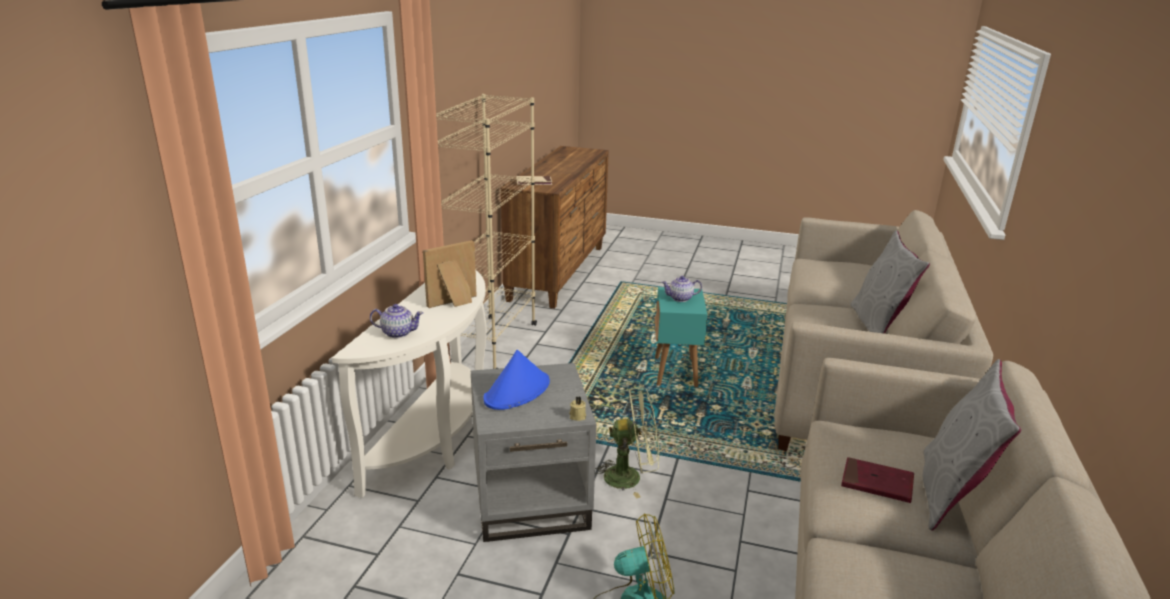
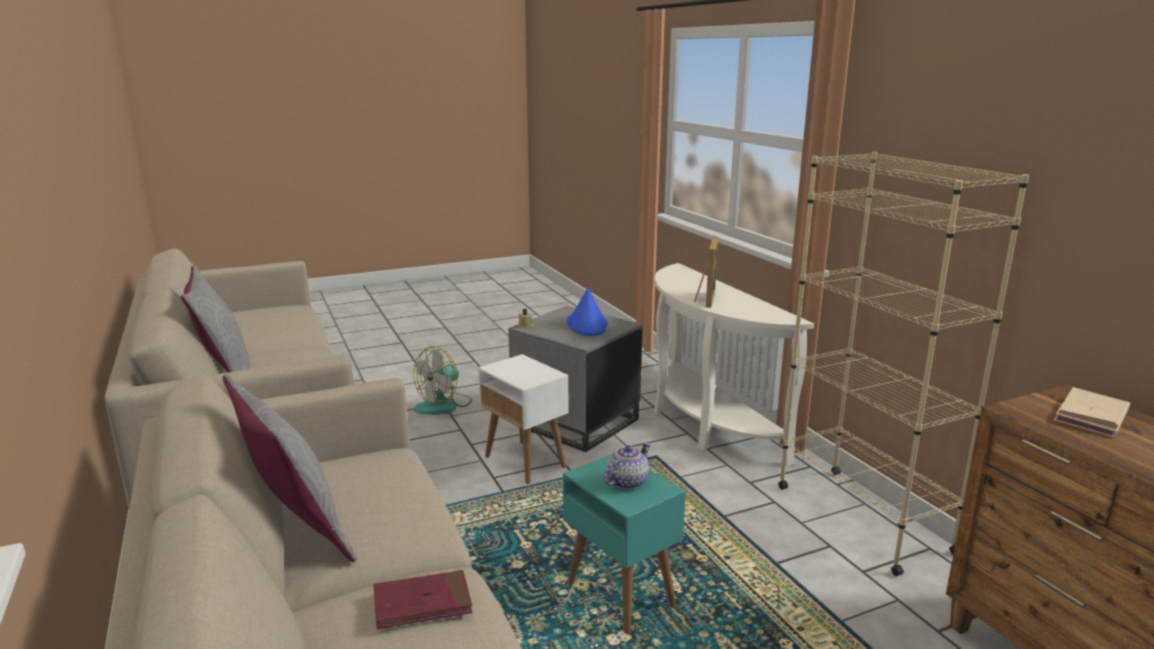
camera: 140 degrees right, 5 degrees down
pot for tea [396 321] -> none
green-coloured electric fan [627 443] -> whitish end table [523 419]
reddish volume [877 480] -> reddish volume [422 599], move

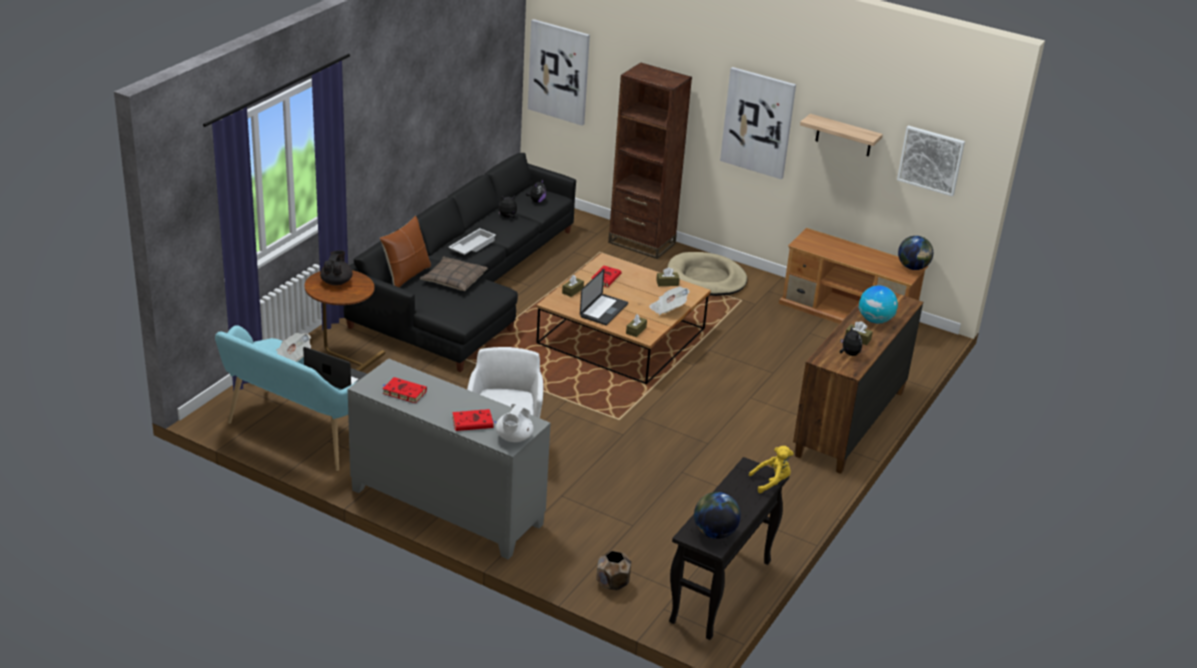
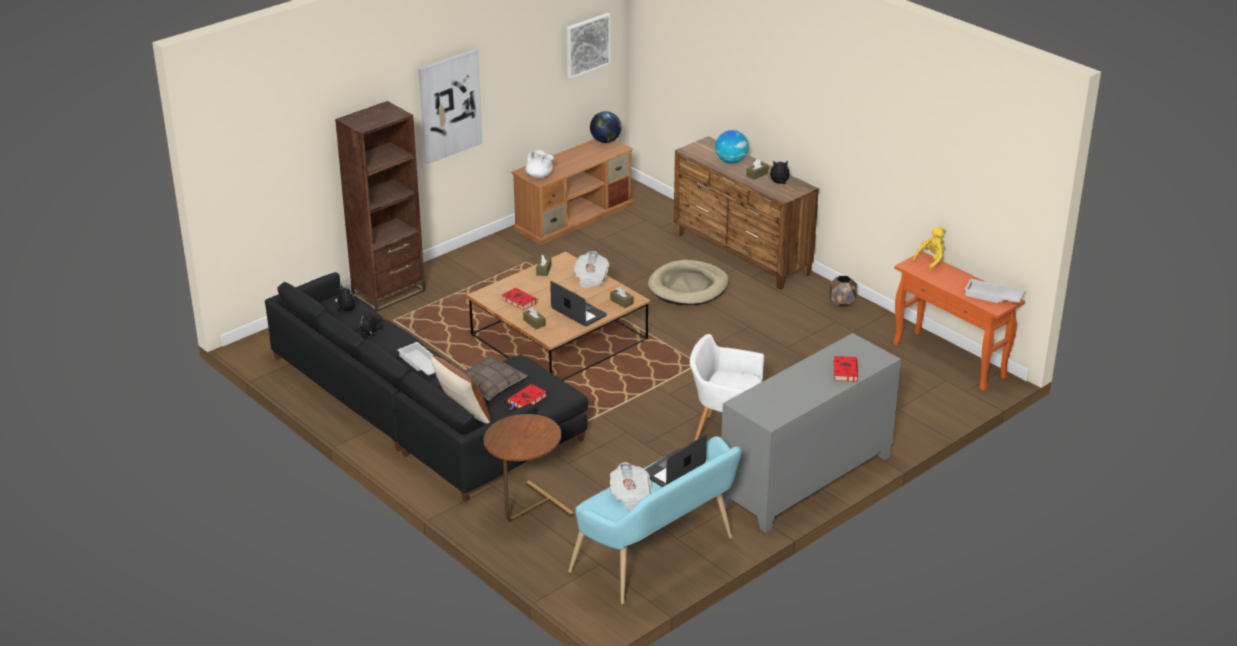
camera: 70 degrees left, 0 degrees up
picture [559 72] -> none
wall shelf [841 135] -> none
black-coloured pot for tea [336 268] -> none
sand-coloured pet bed [707 274] -> sand-coloured pet bed [688 282], move
reddish volume [405 390] -> reddish volume [527 397], move
whitish pot for tea [515 422] -> whitish pot for tea [539 164], move
yellow cuddly toy [771 469] -> yellow cuddly toy [929 248], 45 degrees clockwise
black-coloured console table [729 548] -> orange-coloured console table [959 321]
globe [717 515] -> whitish carrying tray [995 291]
brown flower pot [613 570] -> brown flower pot [843 291], move

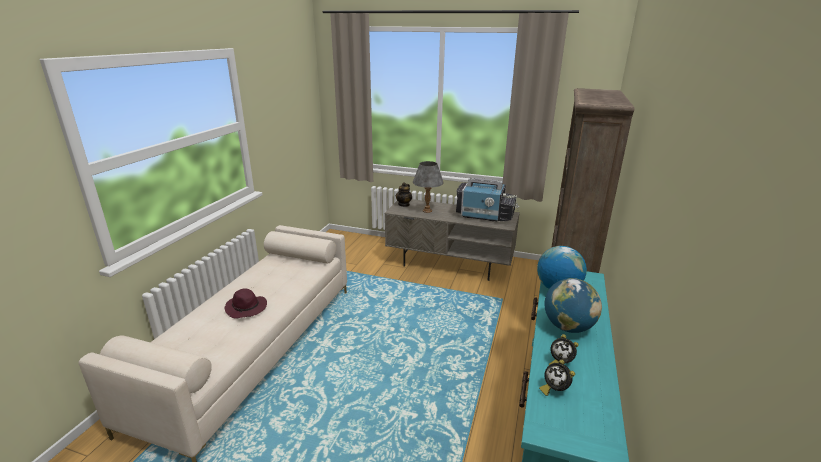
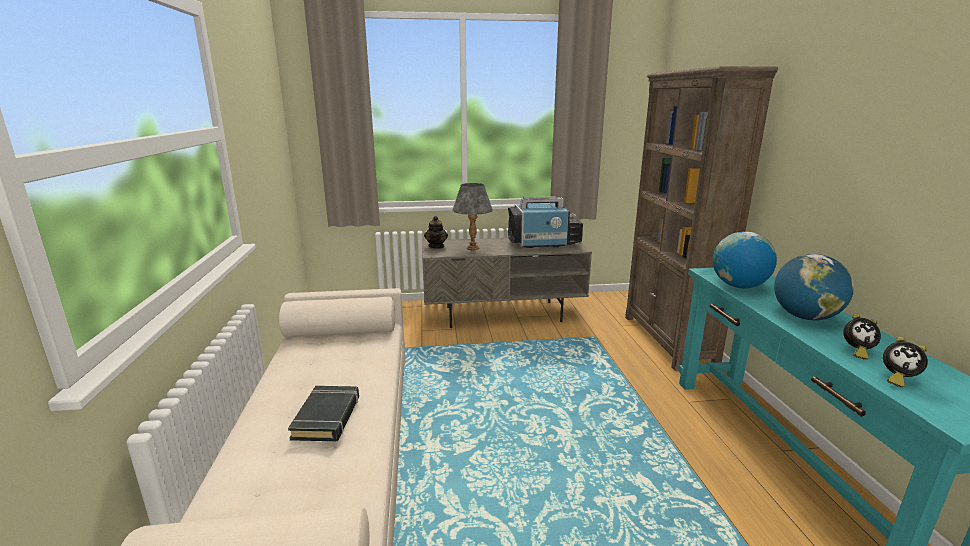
camera: 25 degrees left, 5 degrees down
purple wearable hat [246 303] -> black-coloured volume [323 413]

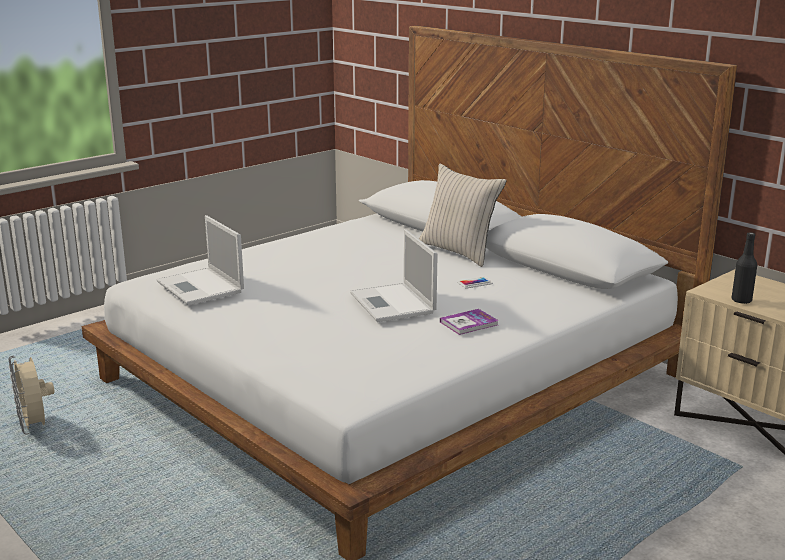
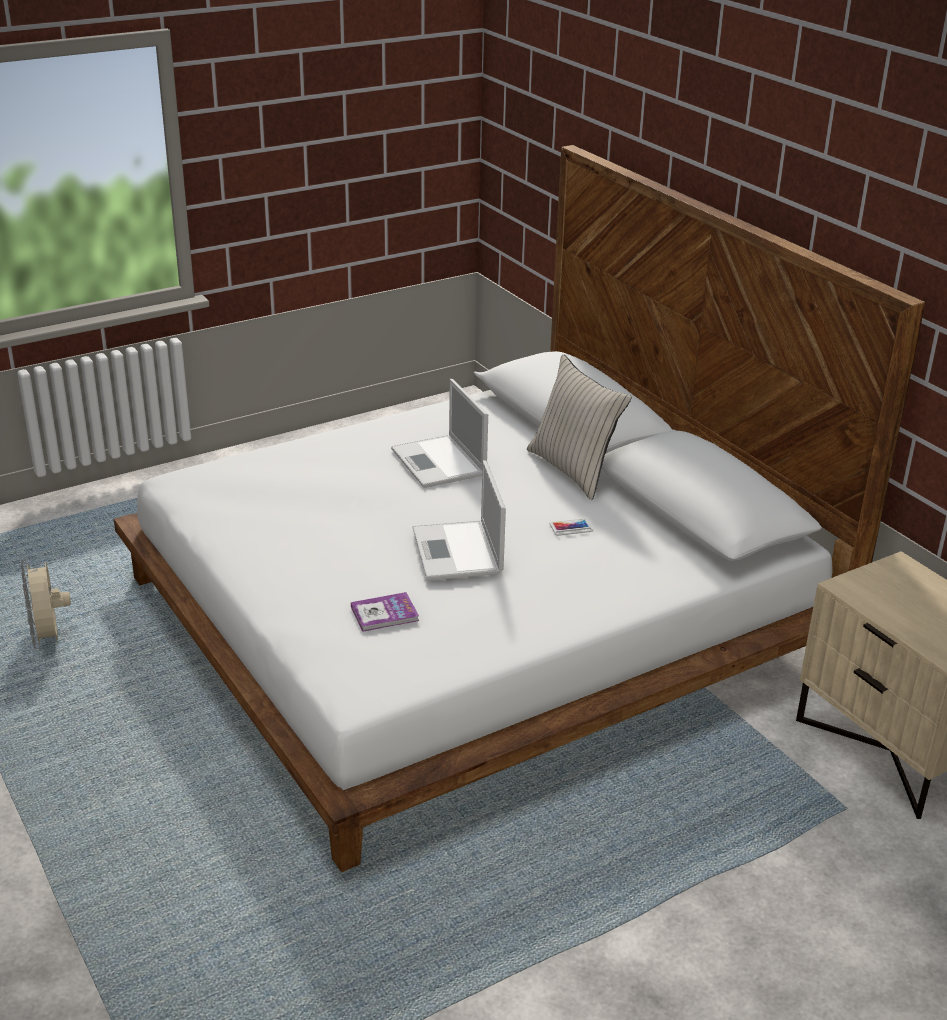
camera: 10 degrees right, 10 degrees up
laptop [200 260] -> laptop [439 433], move
black-coloured drink bottle [744 268] -> none
volume [469 322] -> volume [385 612], move

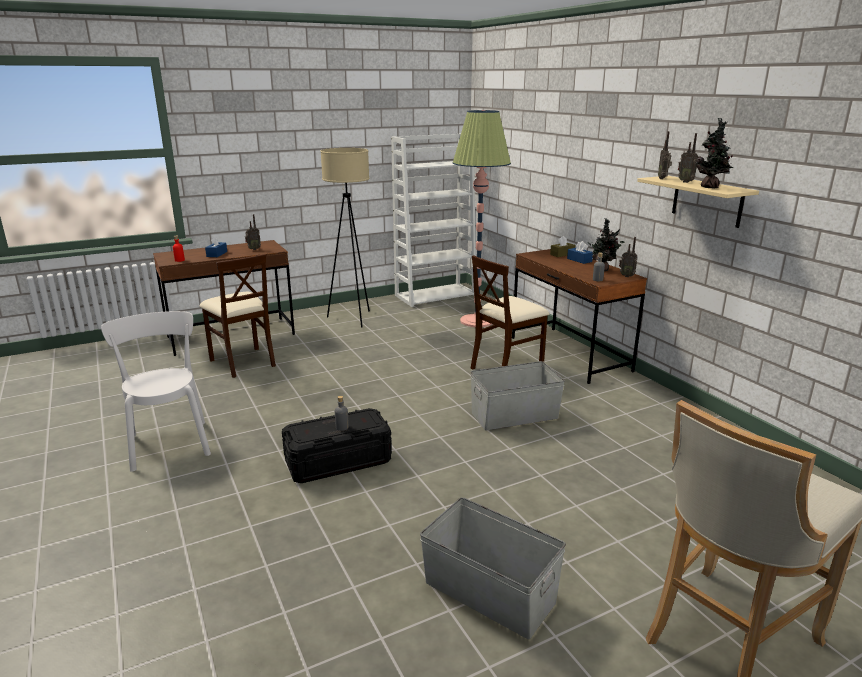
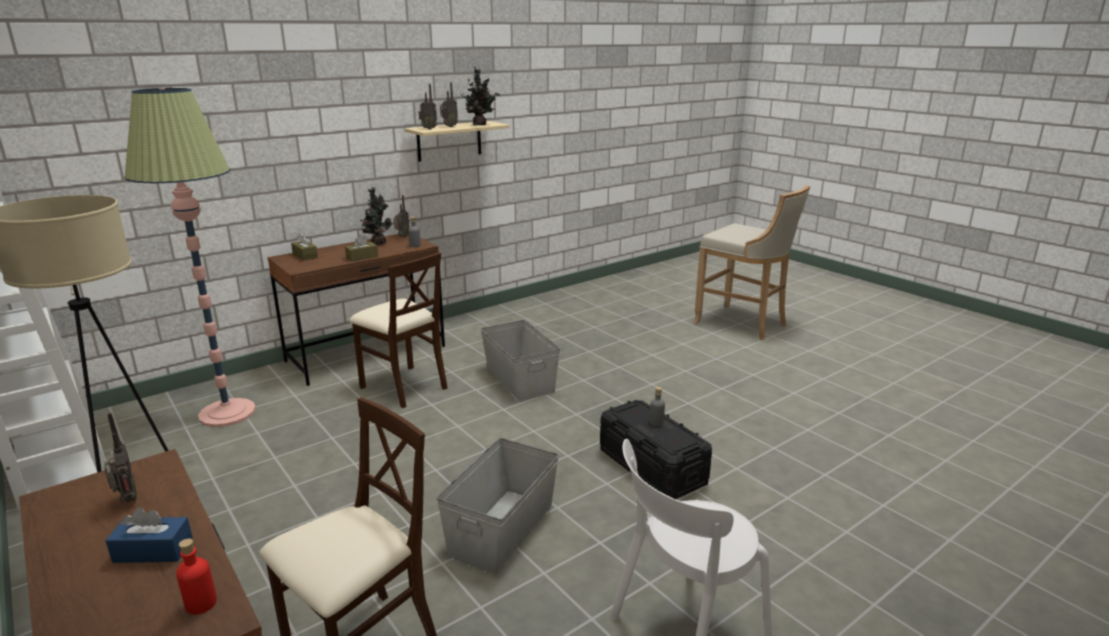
camera: 100 degrees left, 0 degrees up
blue tissue holder [580 252] -> none
greyish storage box [493 568] -> greyish storage box [497 506], move
none -> brown tissue holder [361 248]

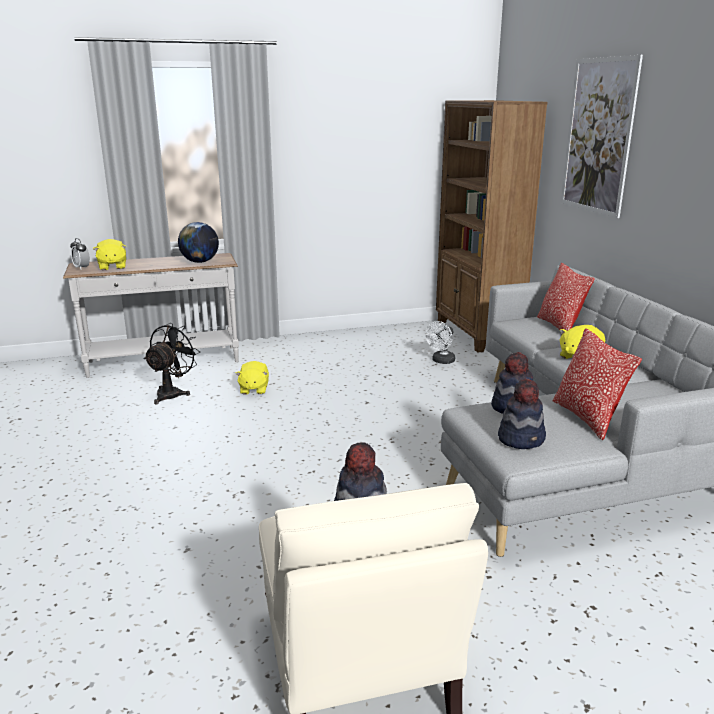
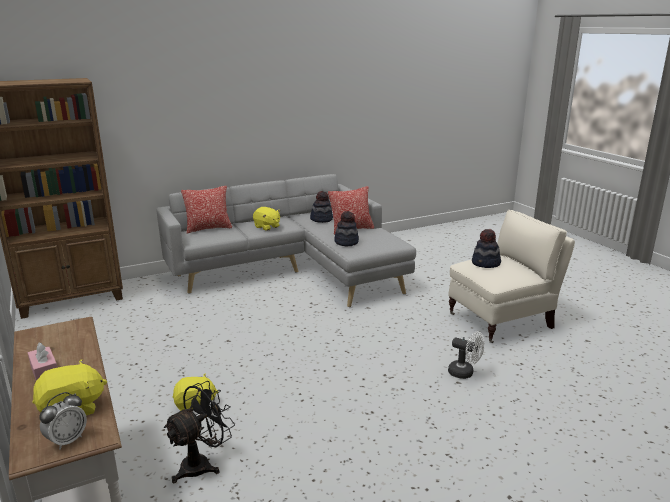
camera: 100 degrees left, 0 degrees up
picture [602 136] -> none
globe [198 242] -> none
whitish electric fan [440 342] -> whitish electric fan [466 355], move
black-coloured electric fan [172 364] -> black-coloured electric fan [199 432], 120 degrees clockwise
wearable hat [522 413] -> wearable hat [321 207], move
none -> pink-coloured tissue holder [42 362]

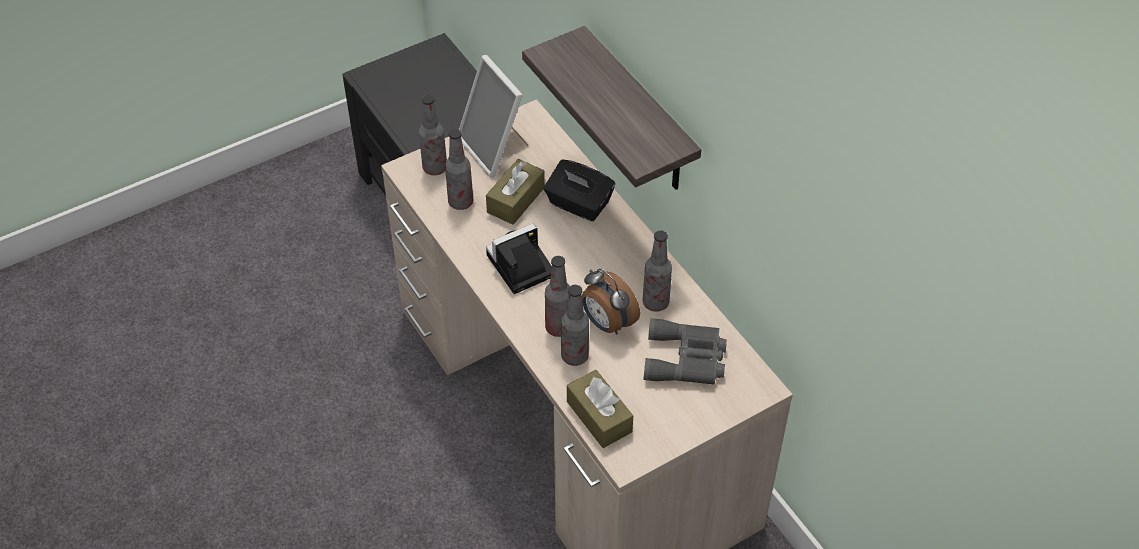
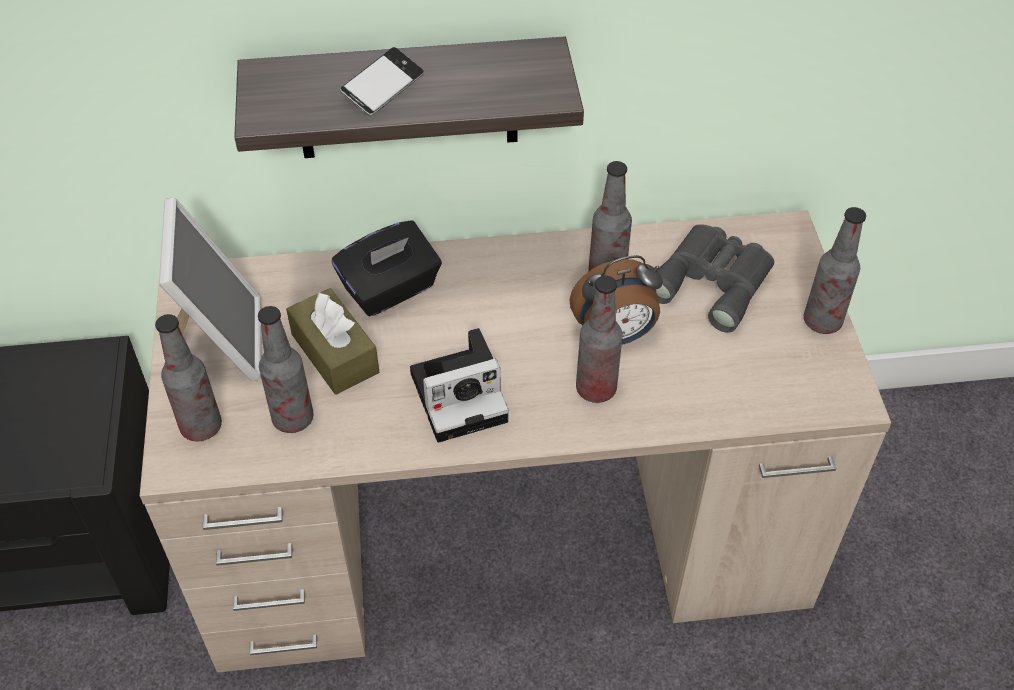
camera: 65 degrees left, 0 degrees up
picture frame [494 116] -> picture frame [210 289], 90 degrees counterclockwise
photo camera [519 259] -> photo camera [459 385], 105 degrees counterclockwise
drink bottle [575 325] -> drink bottle [835 270], move
brown tissue holder [600 409] -> none
none -> telephone [382 81]

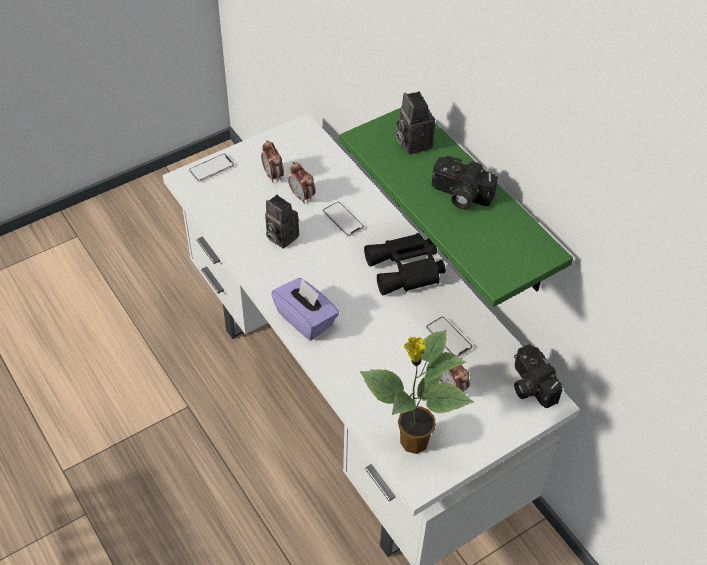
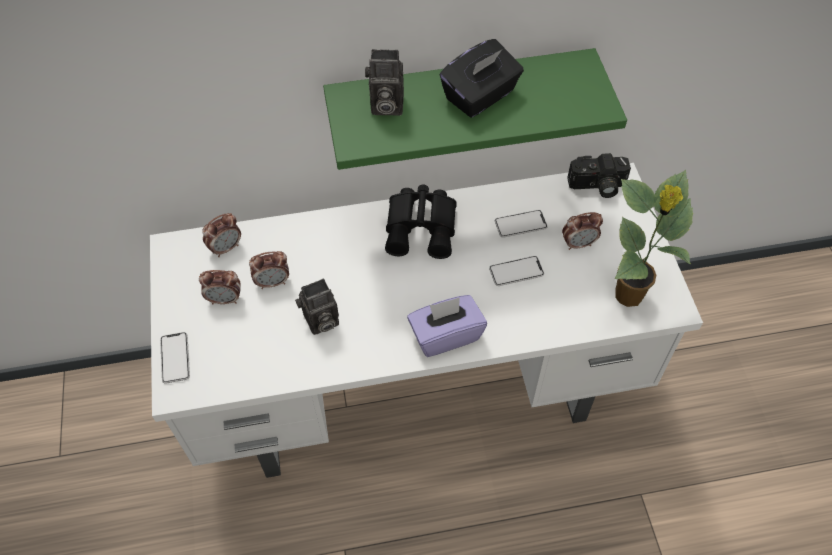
camera: 65 degrees left, 5 degrees up
photo camera [465 182] -> black-coloured tissue holder [482 78]
telephone [343 219] -> telephone [516 271], move
none -> table clock [221 235]

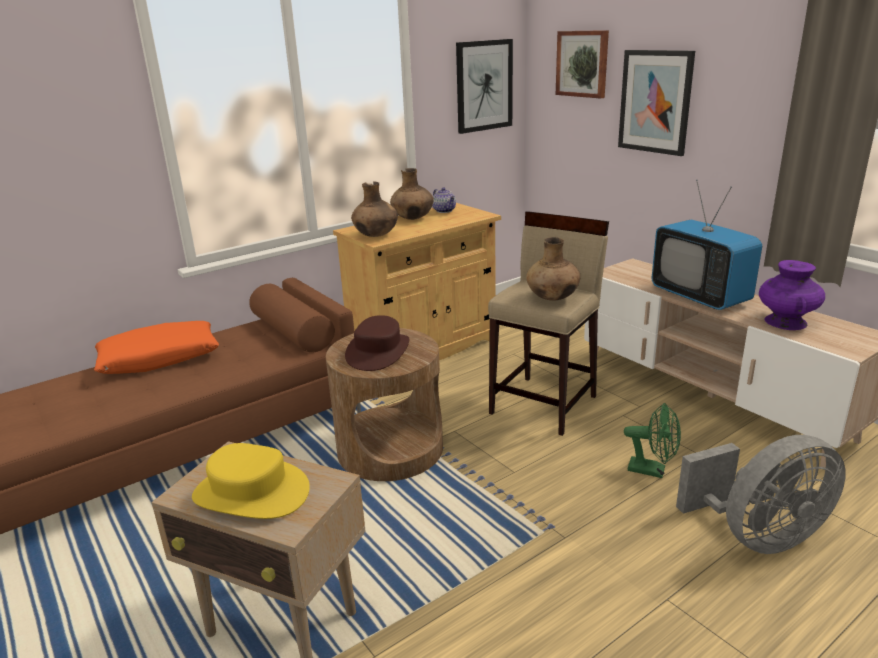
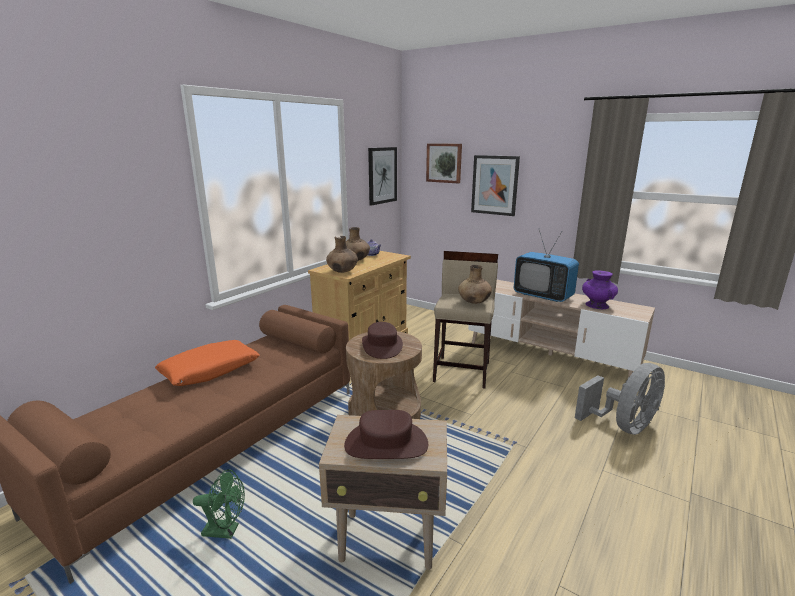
camera: 20 degrees left, 5 degrees down
green-coloured electric fan [652 440] -> green-coloured electric fan [219 504], move
yellow wearable hat [251 481] -> brown wearable hat [386 434]

